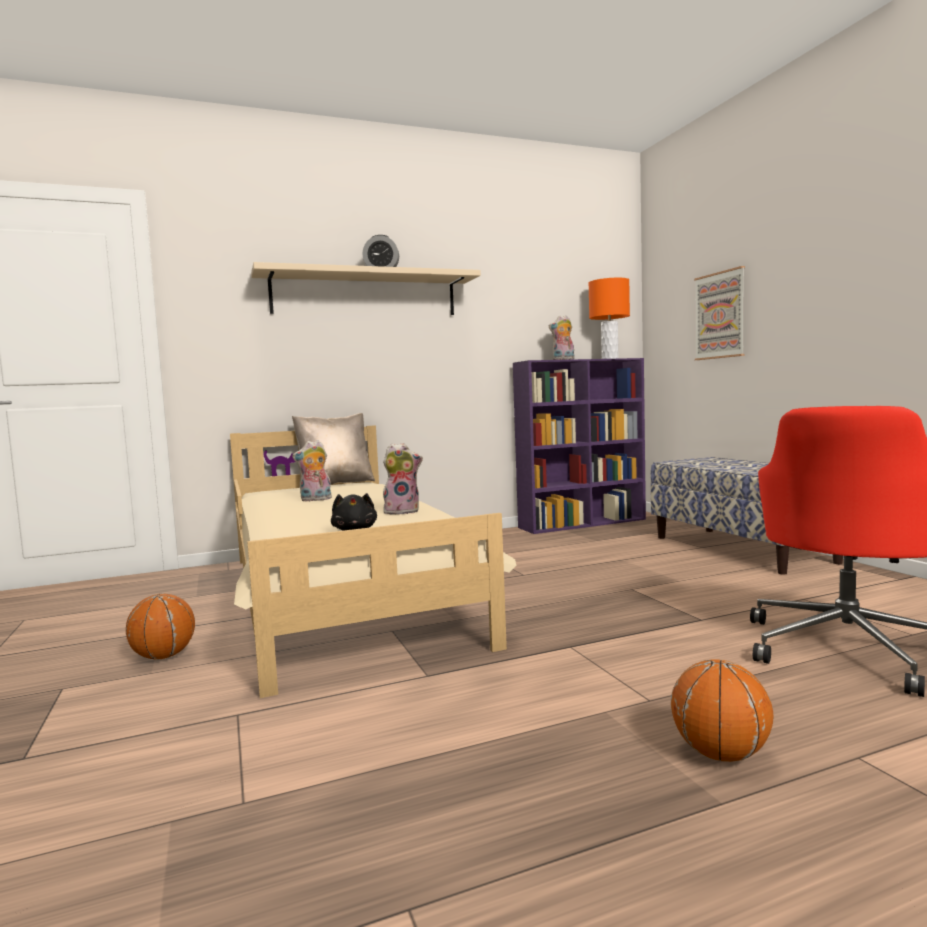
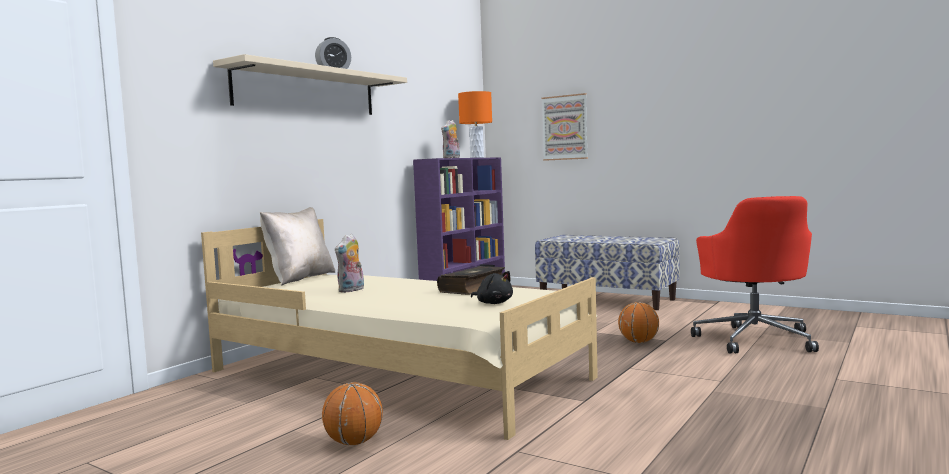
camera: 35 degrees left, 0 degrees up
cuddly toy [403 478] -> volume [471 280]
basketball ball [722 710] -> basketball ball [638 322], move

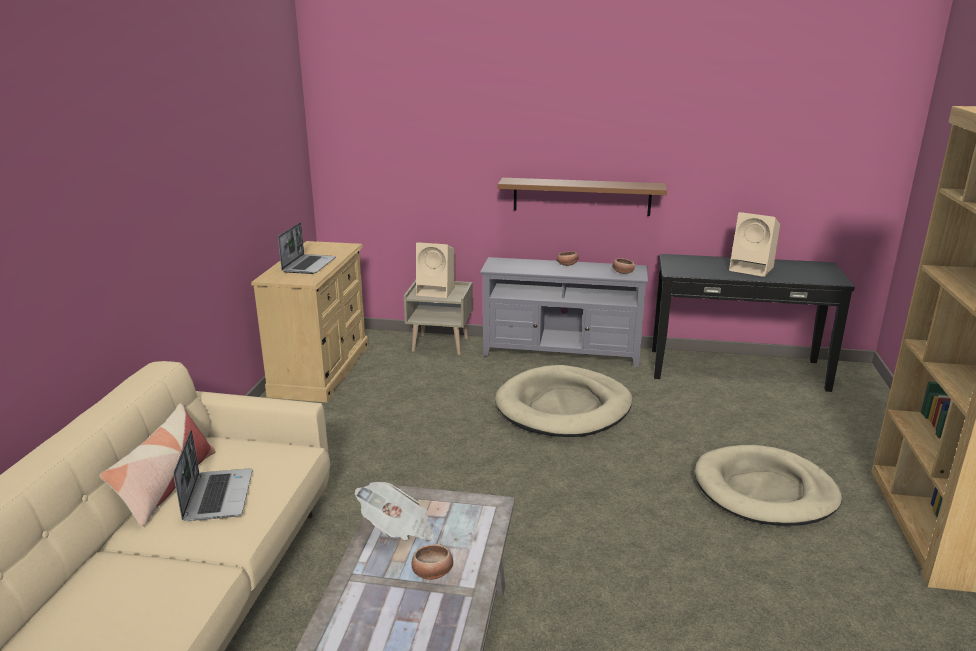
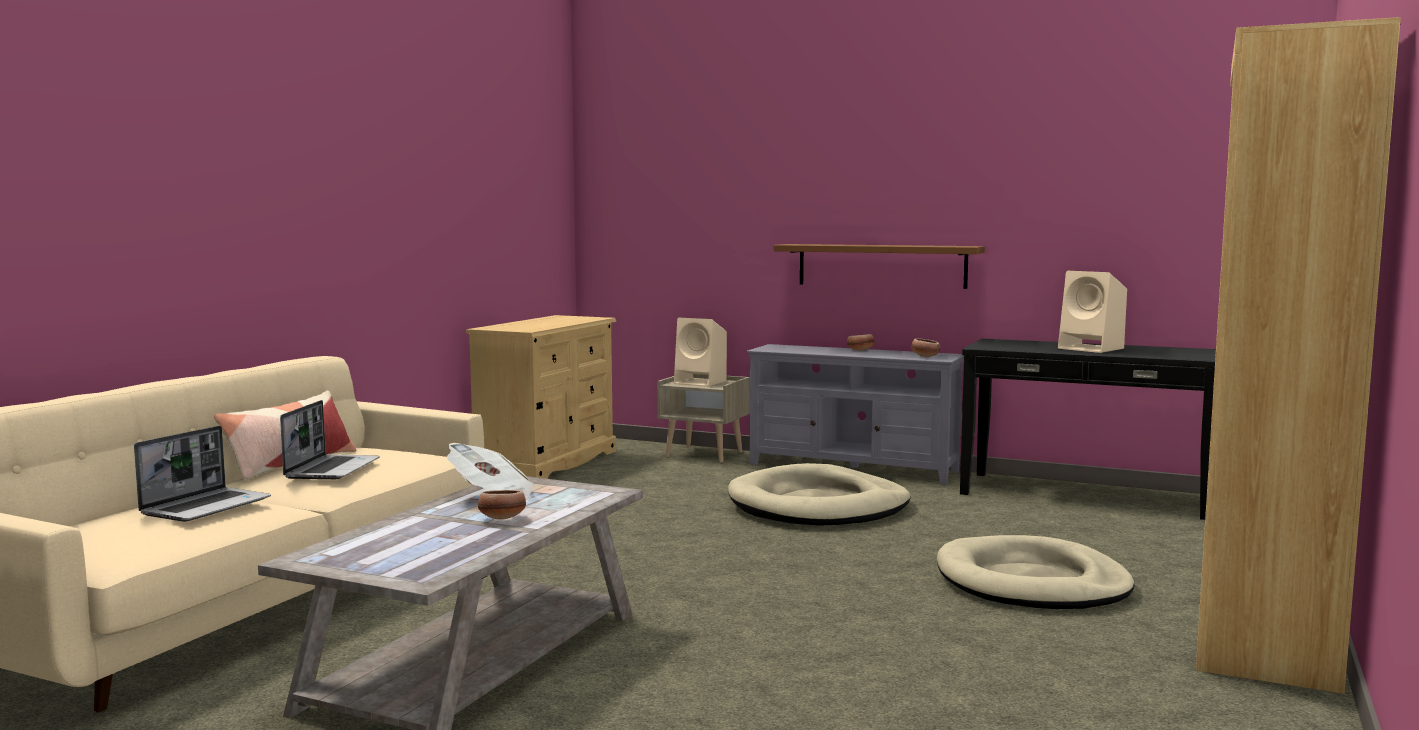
camera: 15 degrees right, 15 degrees down
laptop [307 248] -> laptop [202 474], move

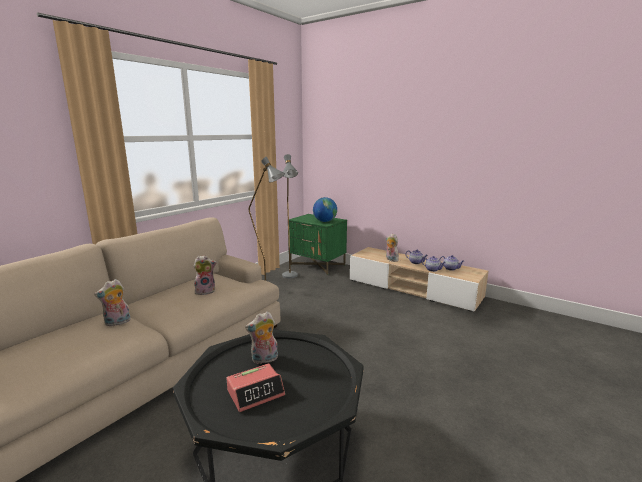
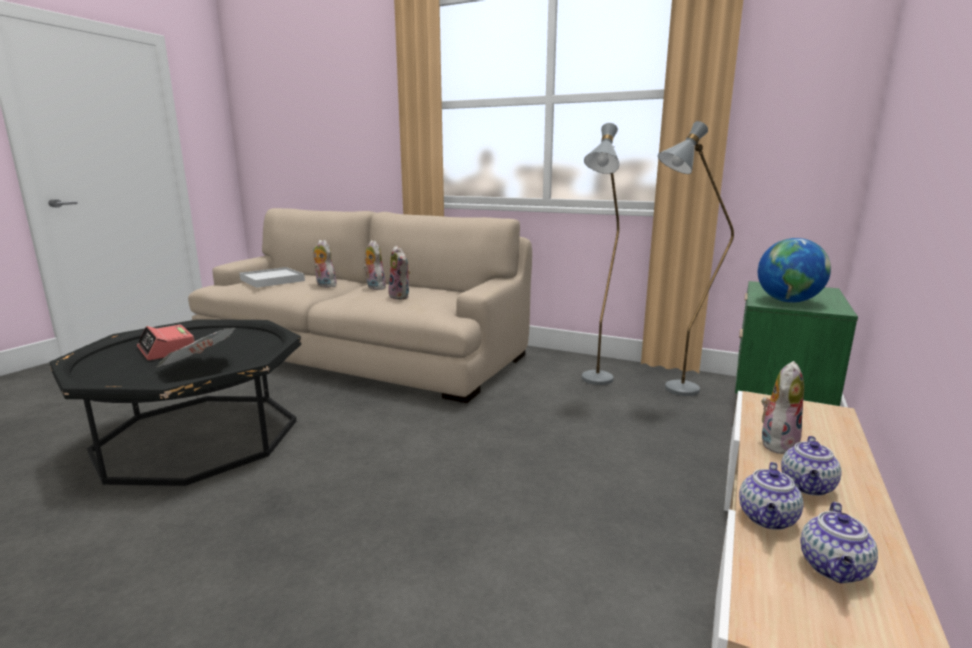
camera: 80 degrees right, 0 degrees up
cuddly toy [261 338] -> cuddly toy [374 265], move
none -> whitish carrying tray [272 277]
none -> daily paper [196 347]

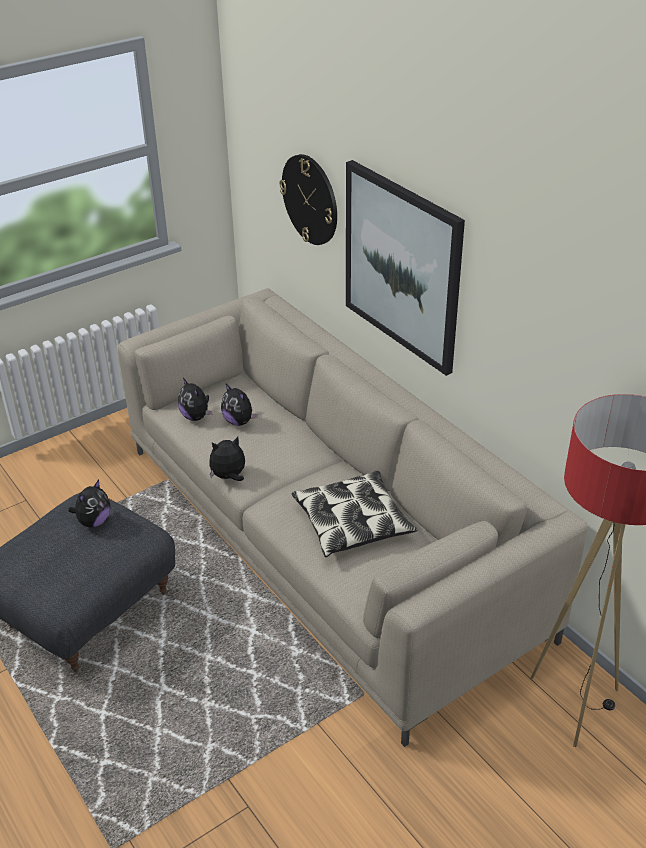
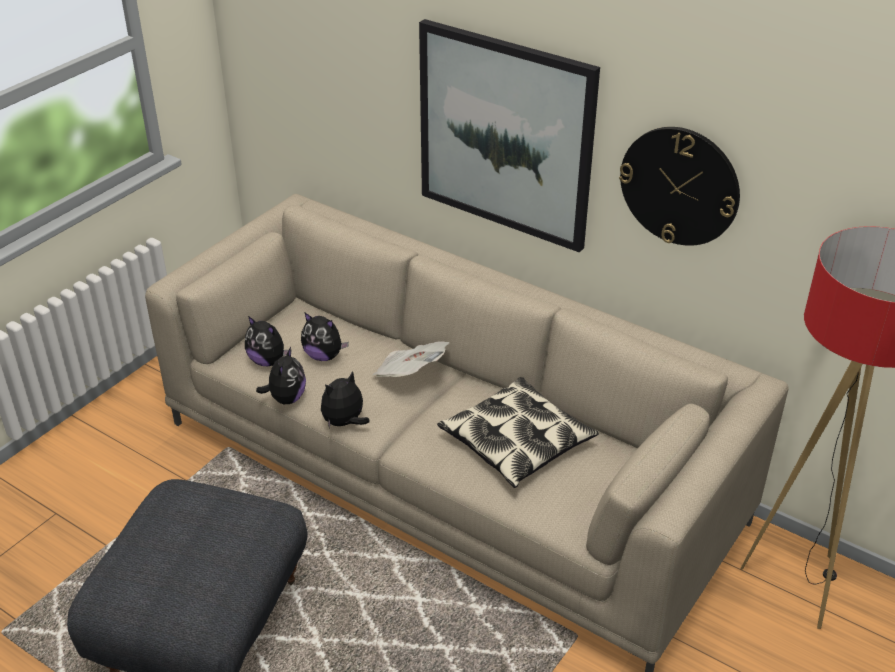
camera: 20 degrees left, 0 degrees up
clock on the wall [308 199] -> clock on the wall [679 186], move
cuddly toy [89 504] -> cuddly toy [281 375], move
none -> daily paper [410 359]

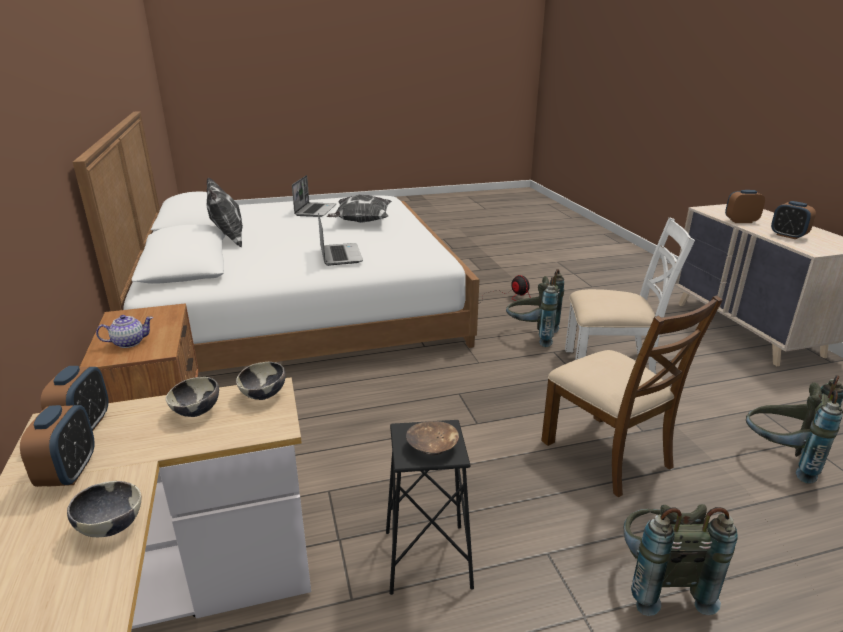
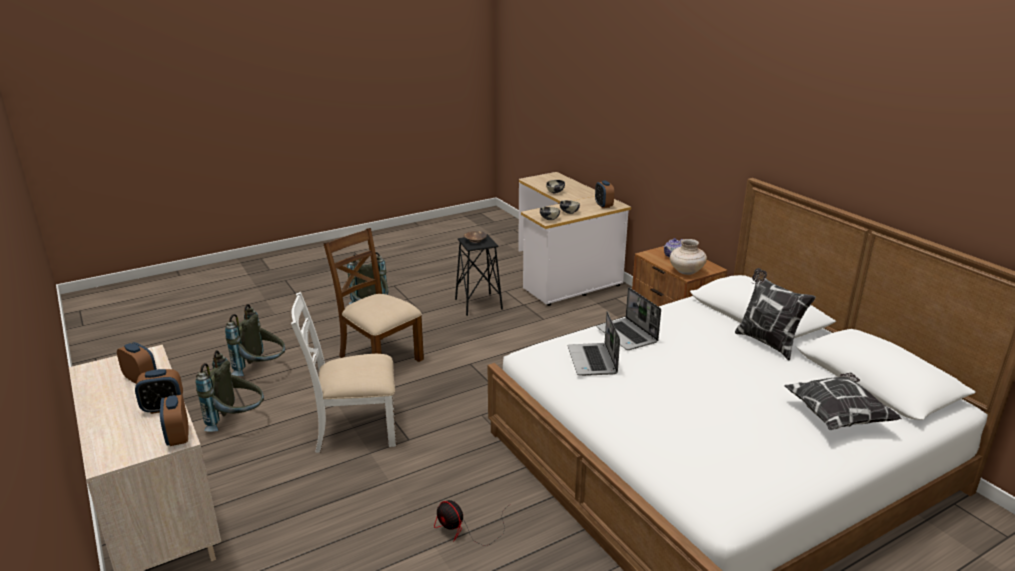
camera: 165 degrees right, 0 degrees up
laptop [314 196] -> laptop [594 343], move
cushion [359 209] -> cushion [843 401], move
greyish rucksack [535 308] -> greyish rucksack [229 391], move
table clock [57 446] -> table clock [174 420], move
none -> sand-coloured flower vase [688 257]

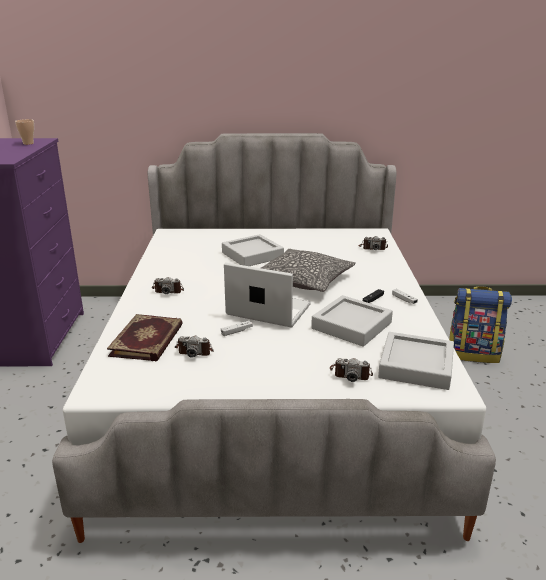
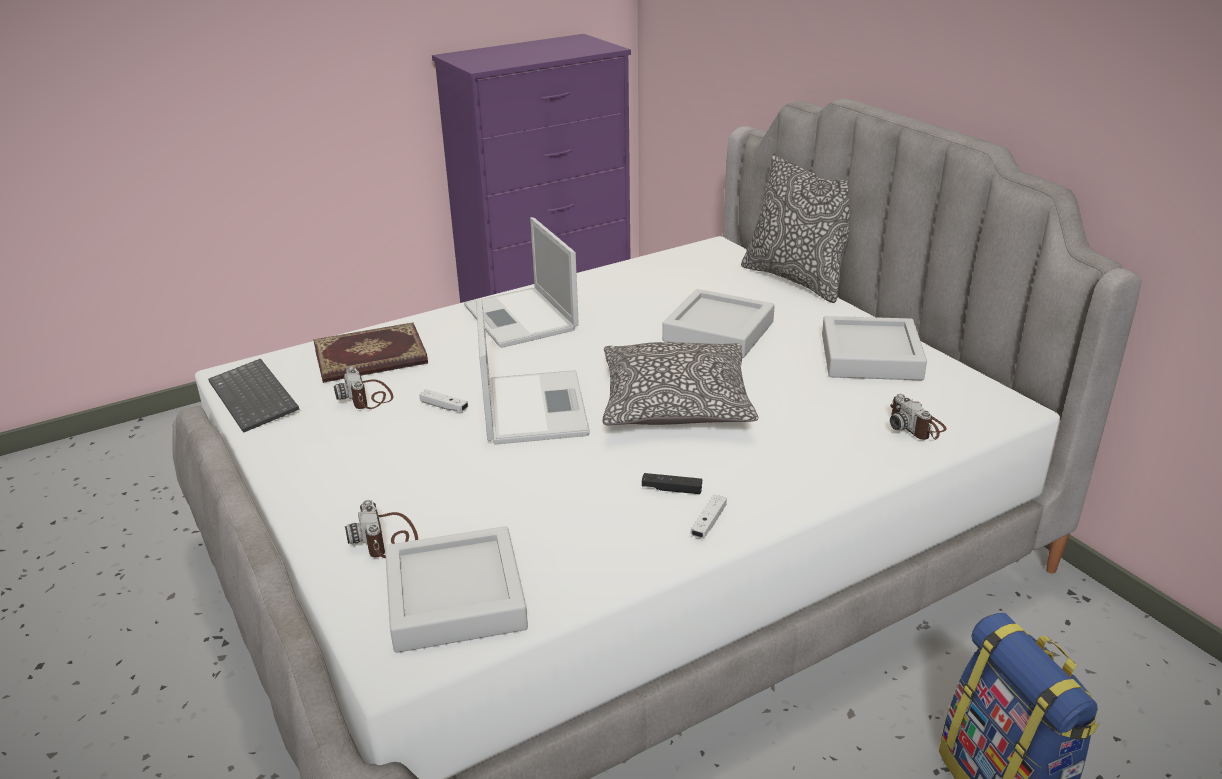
camera: 60 degrees right, 5 degrees up
drinking cup [24 132] -> none
photo camera [168 285] -> laptop [521 282]
greyish carrying tray [352 321] -> greyish carrying tray [874 348], move
none -> cushion [795 229]
none -> PC keyboard [254 395]

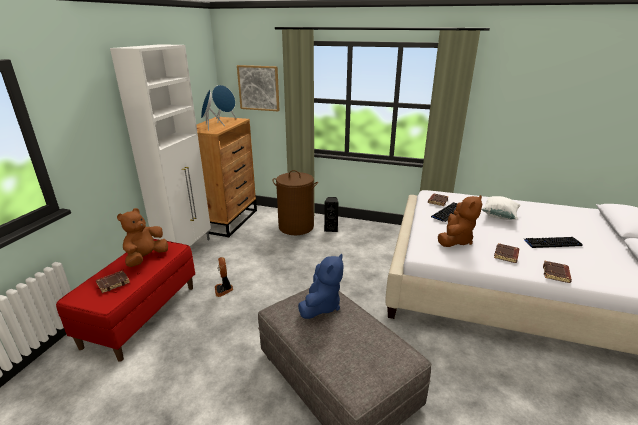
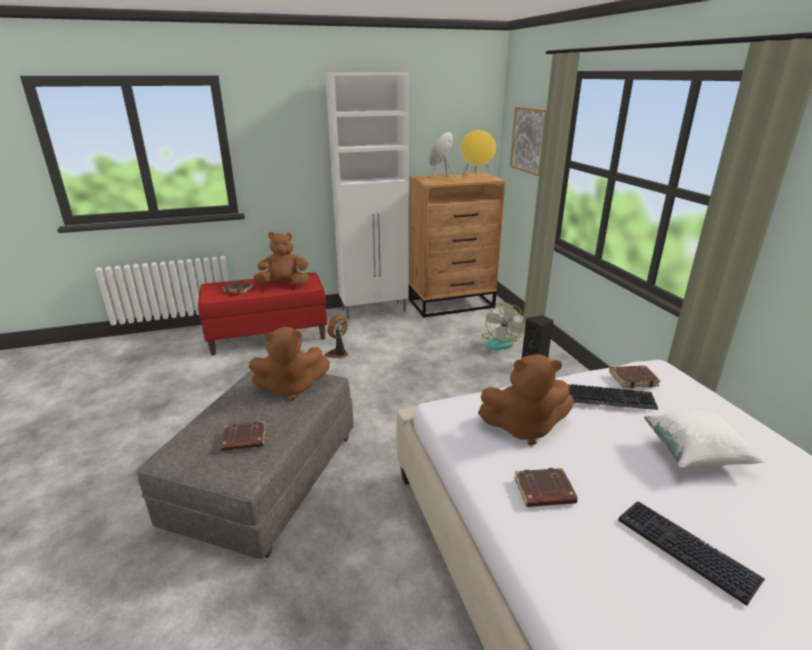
camera: 55 degrees right, 0 degrees up
blue loudspeaker [224 104] -> yellow loudspeaker [478 153]
brown laundry basket [295 202] -> electric fan [504 326]
blue cuddly toy [321 286] -> brown cuddly toy [289 364]
brown volume [557 271] -> brown volume [243 436], move

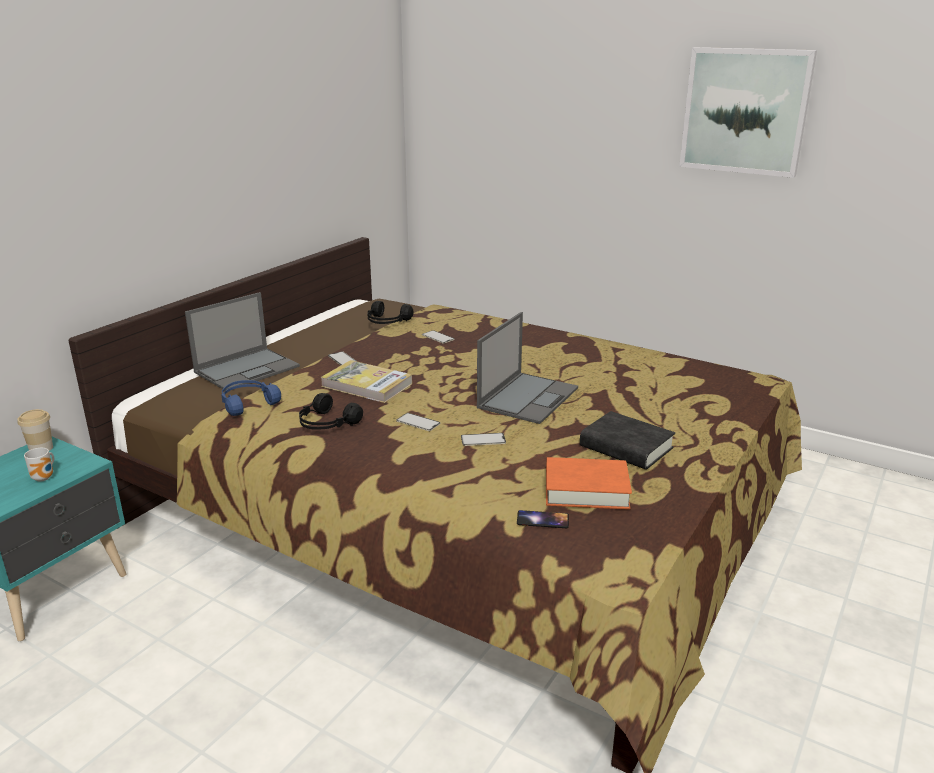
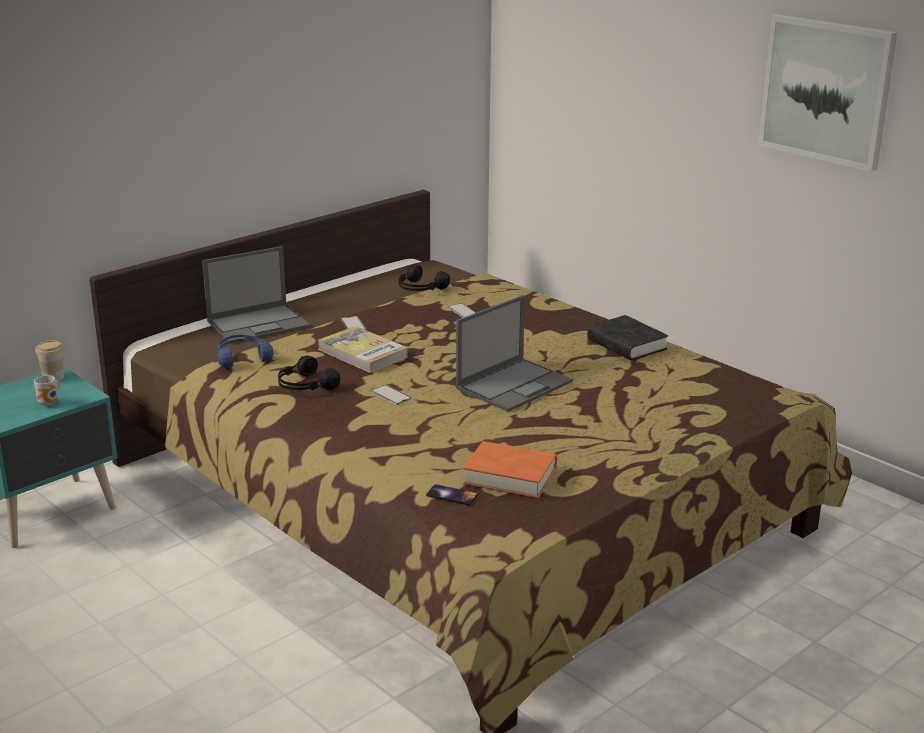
camera: 15 degrees right, 0 degrees up
black-coloured volume [627 440] -> black-coloured volume [627 337], move
telephone [483 439] -> none

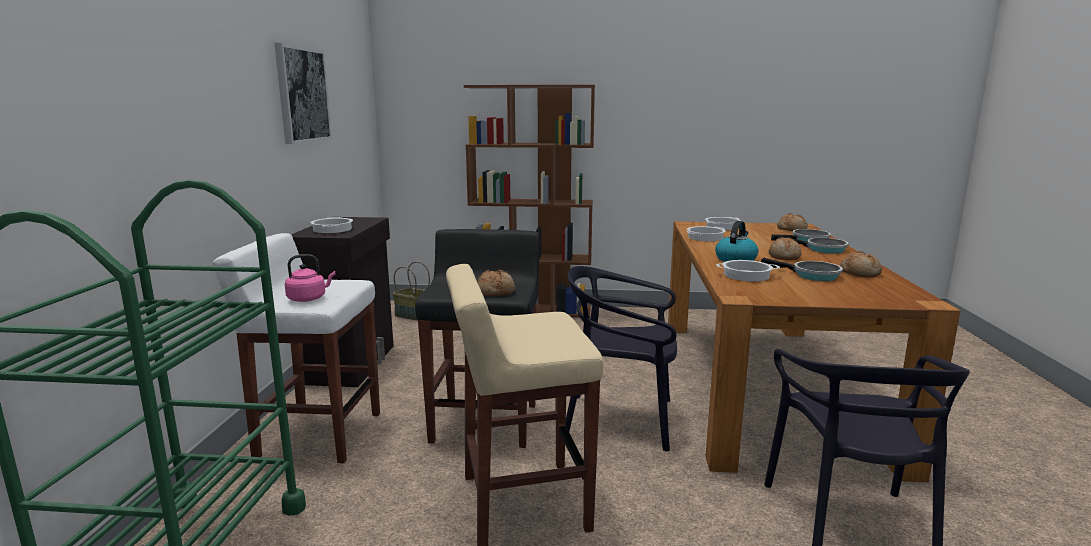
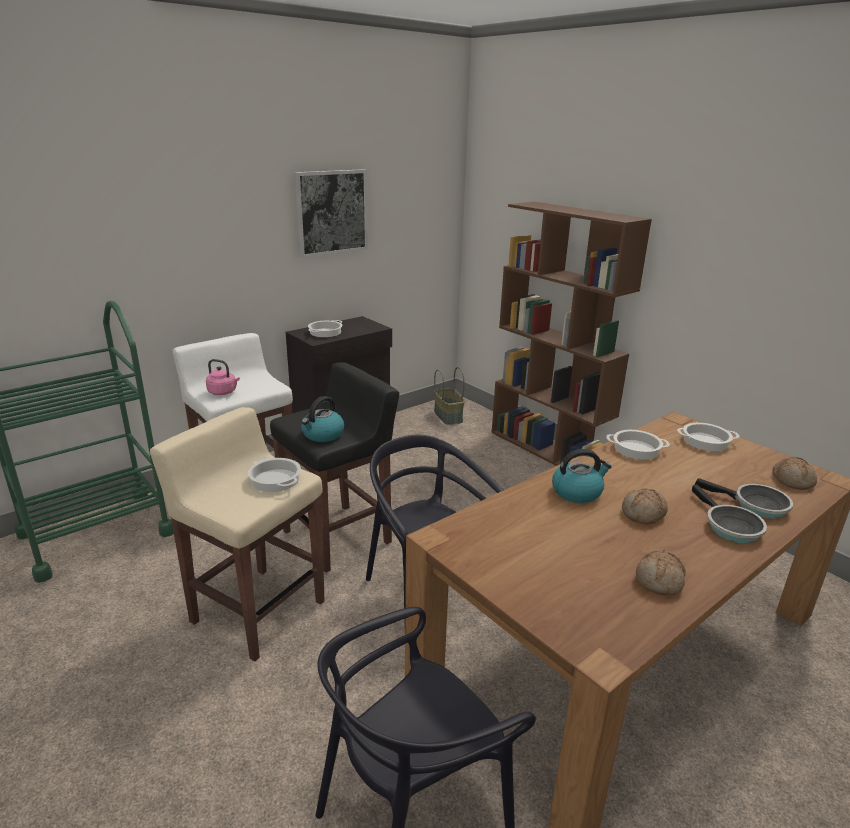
camera: 45 degrees right, 10 degrees up
pan [802 269] -> none
cooking pot [748 270] -> cooking pot [274 474], move
bakery bread [496 282] -> water kettle [322 419]

